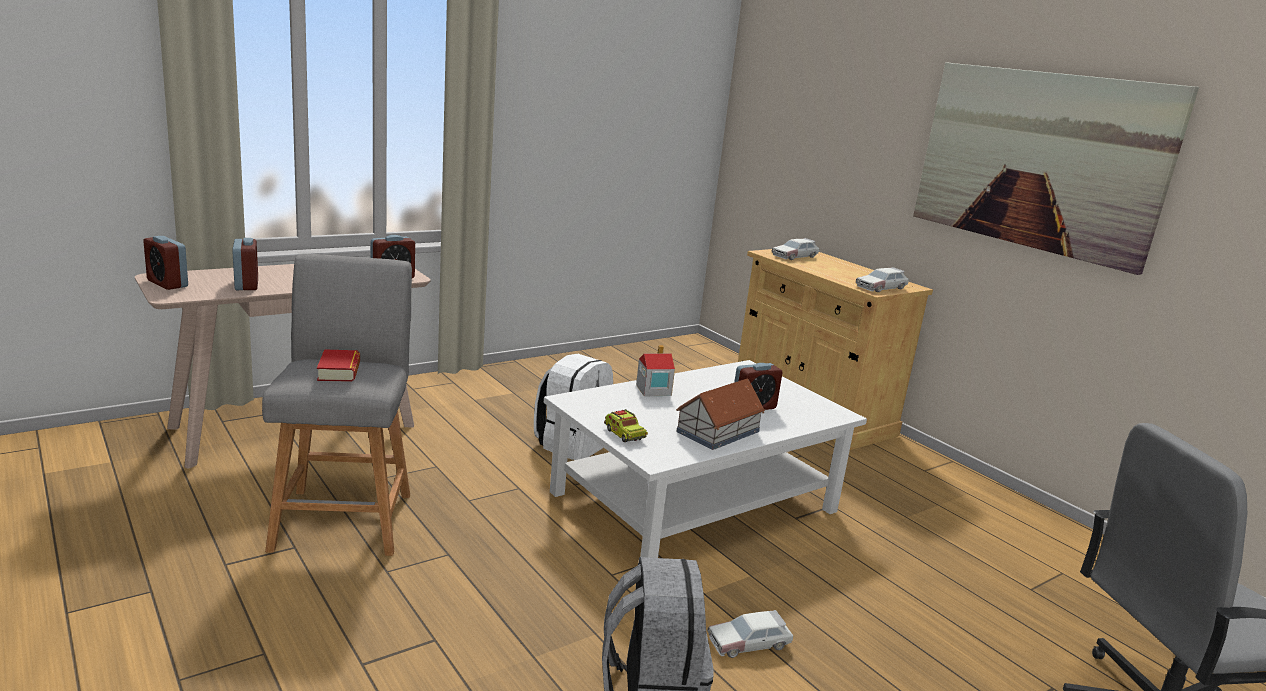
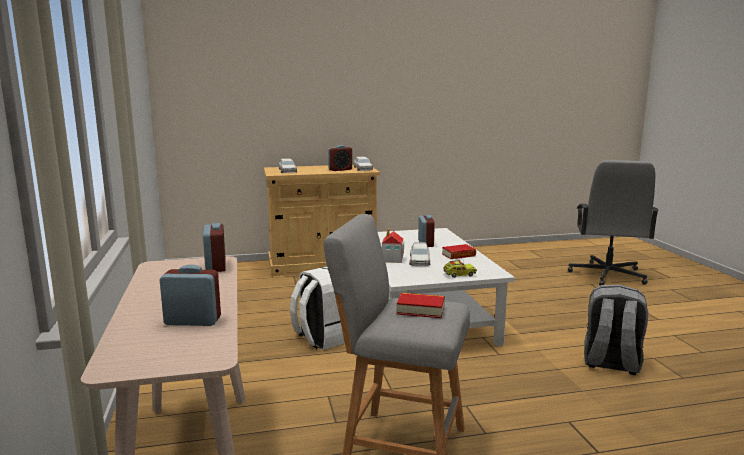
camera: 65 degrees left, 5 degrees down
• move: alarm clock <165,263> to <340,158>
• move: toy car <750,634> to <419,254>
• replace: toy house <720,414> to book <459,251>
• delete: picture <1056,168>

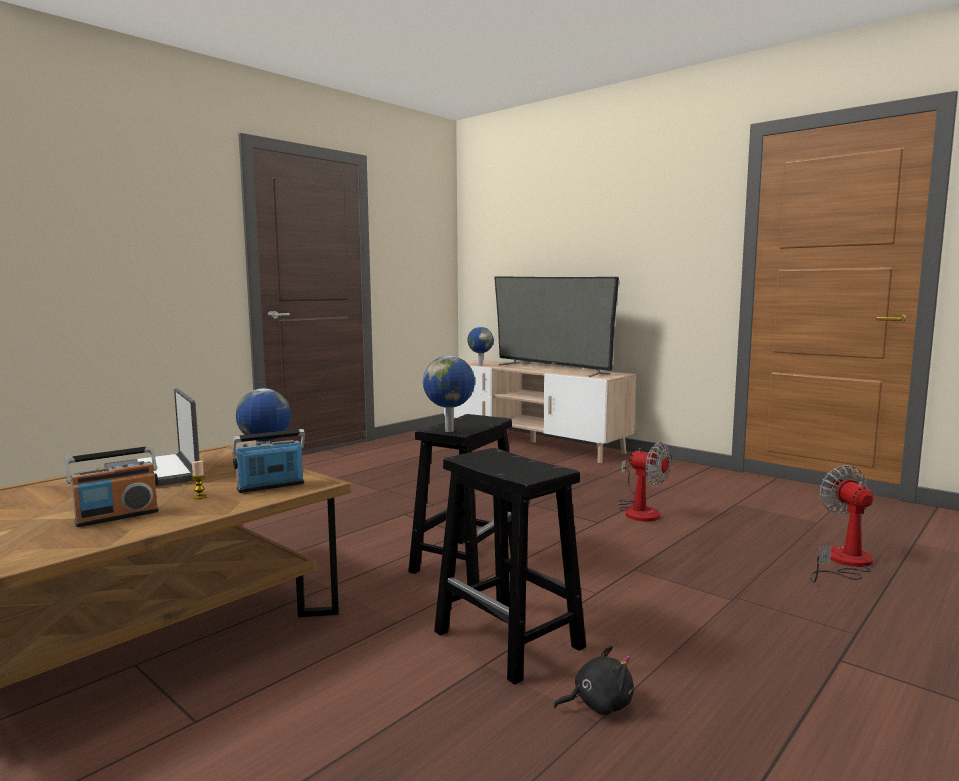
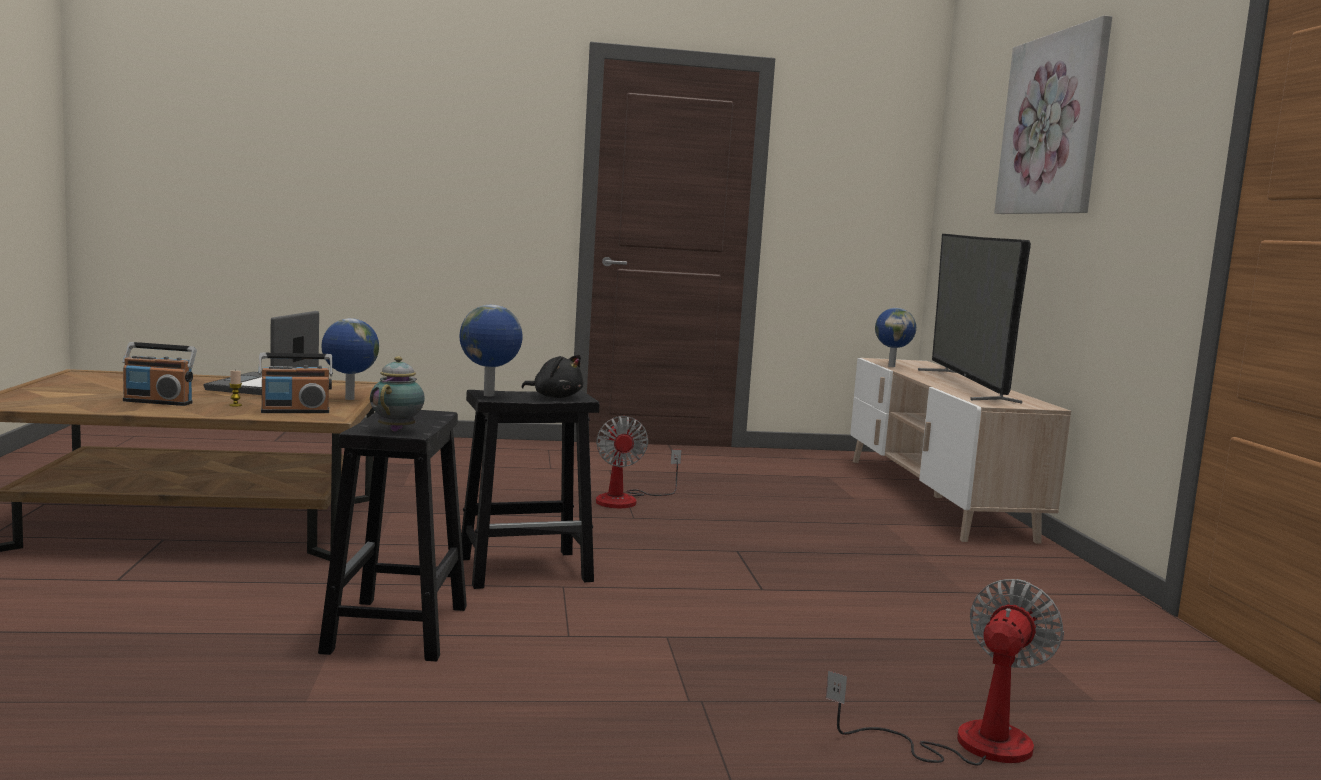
camera: 40 degrees right, 0 degrees up
• rotate: radio <268,461> = <295,383> 150 degrees clockwise
• insert: teapot <397,394>
• move: black plush toy <594,680> to <552,376>
• move: fan <644,482> to <639,462>
• insert: picture <1053,114>

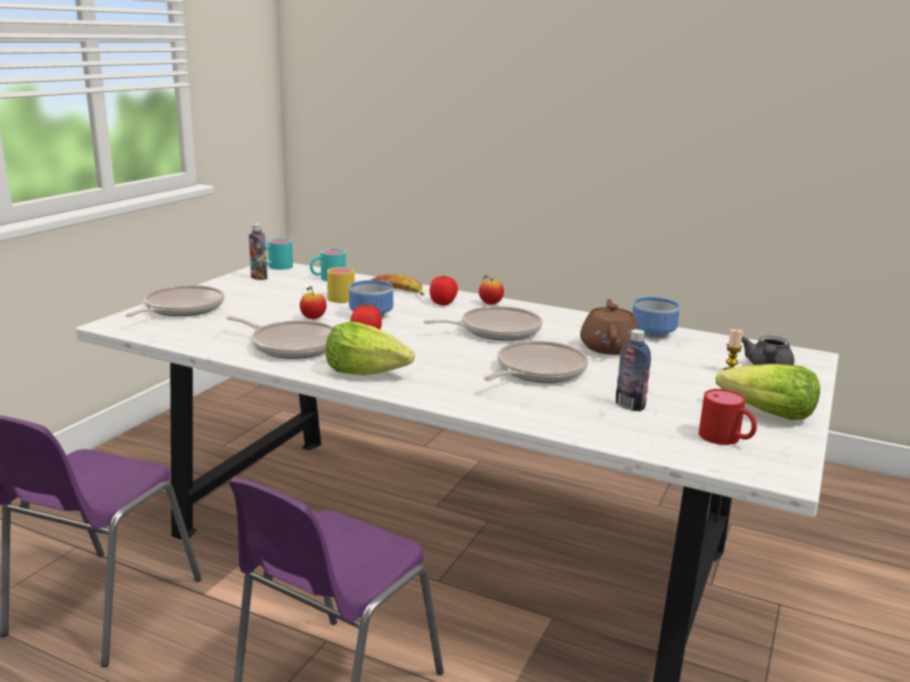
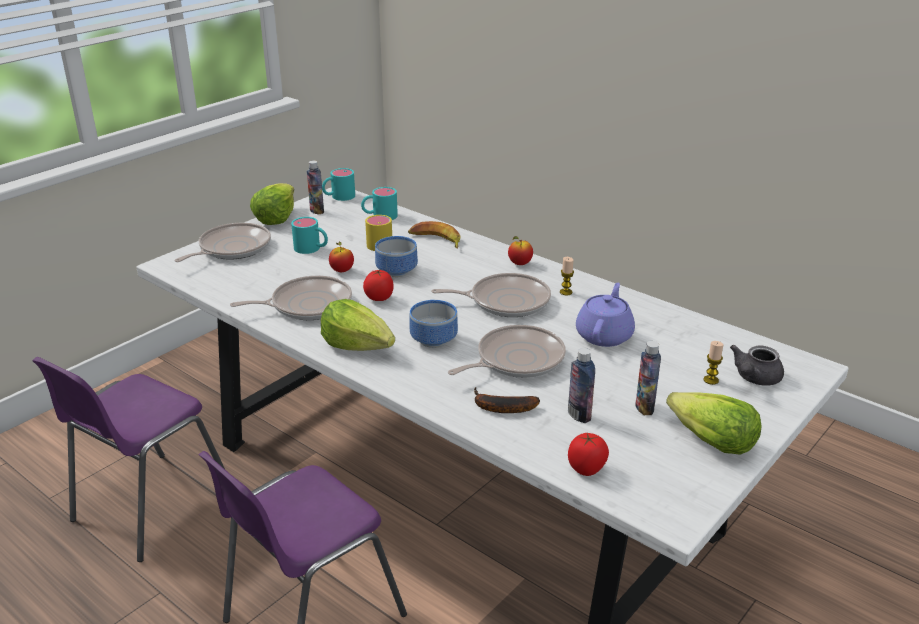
camera: 15 degrees right, 10 degrees up
• rotate: frying pan <280,337> = <291,298> 60 degrees counterclockwise
• insert: lettuce <272,204>
• insert: turquoise mug <309,235>
• move: bowl <656,318> to <434,324>
• insert: banana <507,400>
• insert: candle <567,276>
• move: tomato <444,290> to <588,454>
• recolor: brown teapot <609,327> to purple teapot <605,315>
• insert: bottle <648,378>
• delete: red mug <728,417>

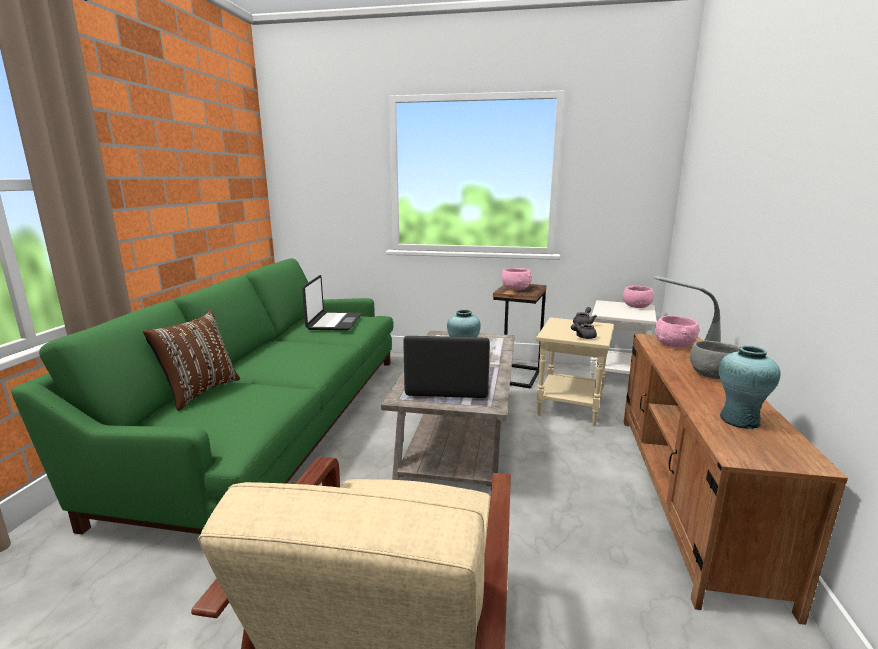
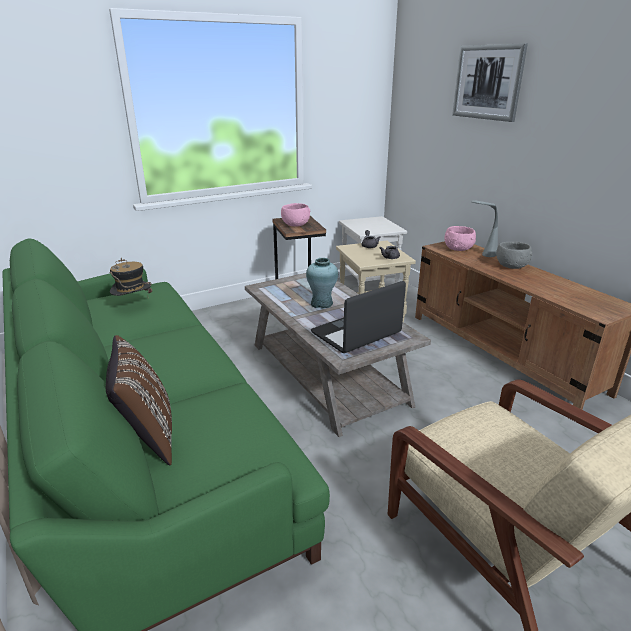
camera: 40 degrees left, 10 degrees up
• replace: laptop <331,303> to hat <130,277>
• insert: picture <490,82>
• delete: pink bowl <638,297>
• delete: turquoise vase <750,387>

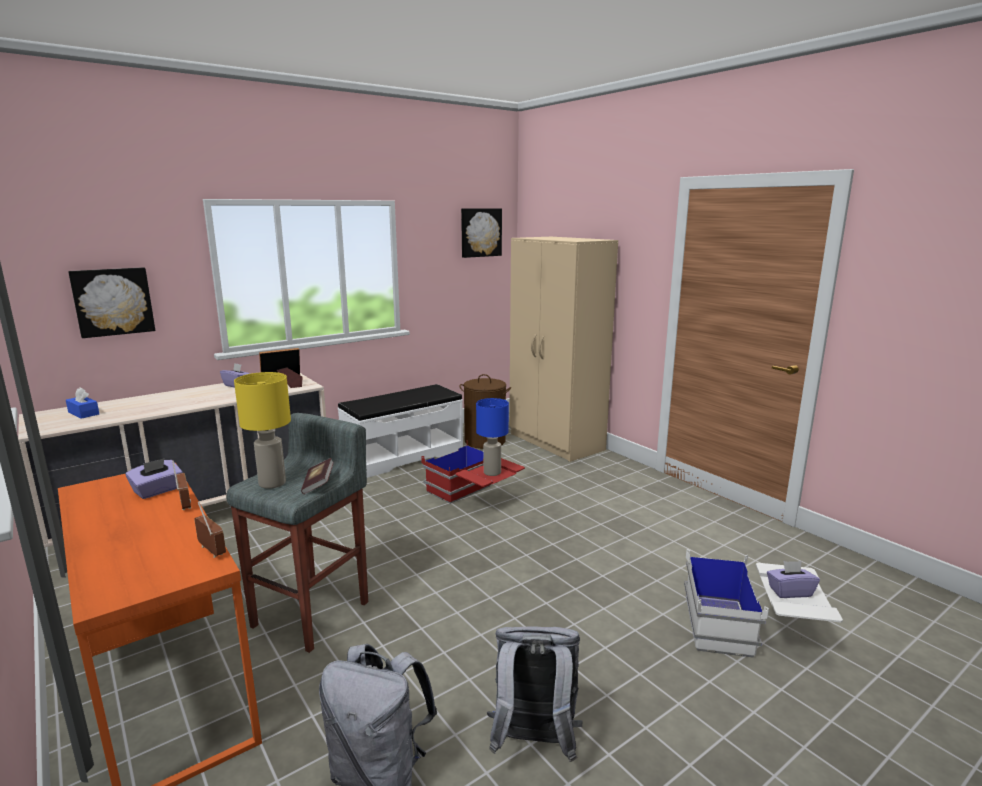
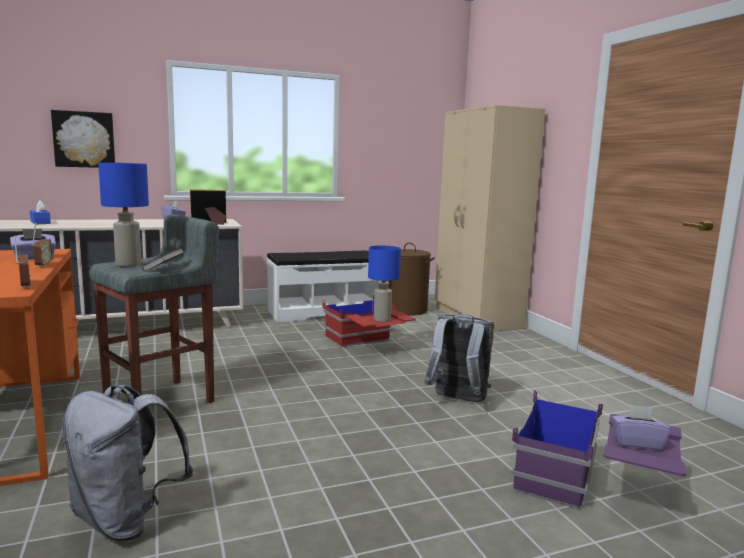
camera: 15 degrees right, 5 degrees down
• recolor: yellow table lamp <262,430> to blue table lamp <123,214>
• move: grey backpack <534,694> to <459,358>
• recolor: white storage box <763,603> to purple storage box <598,449>
• delete: picture <481,233>

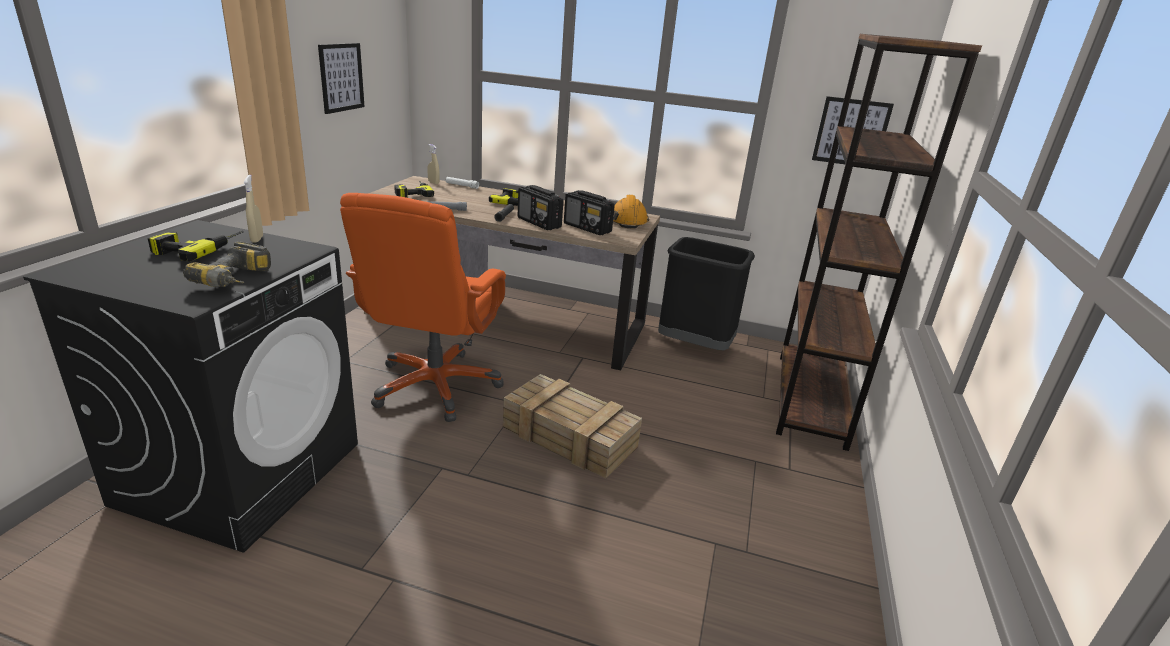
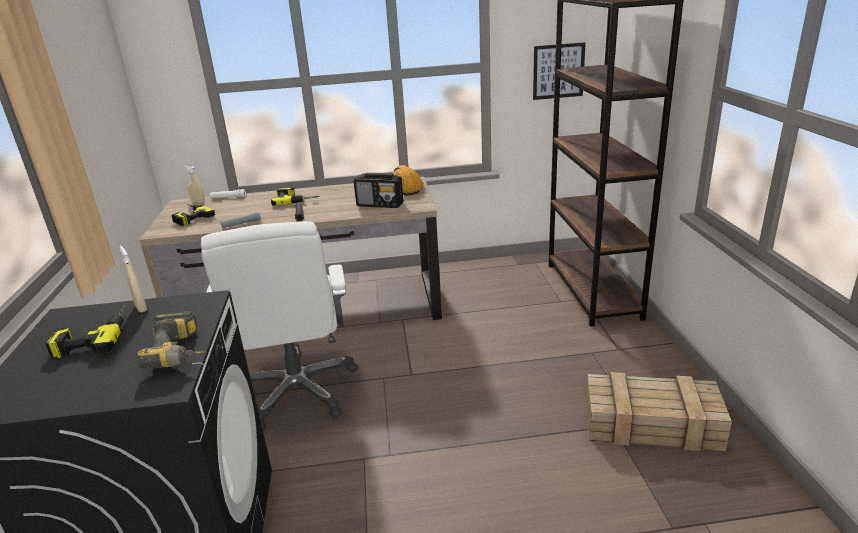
camera: 20 degrees left, 0 degrees up
• recolor: orange office chair <423,307> to white office chair <279,325>
• move: crate <572,426> to <659,411>
• delete: picture <341,78>
• delete: radio <540,207>
• delete: black trash can <706,293>

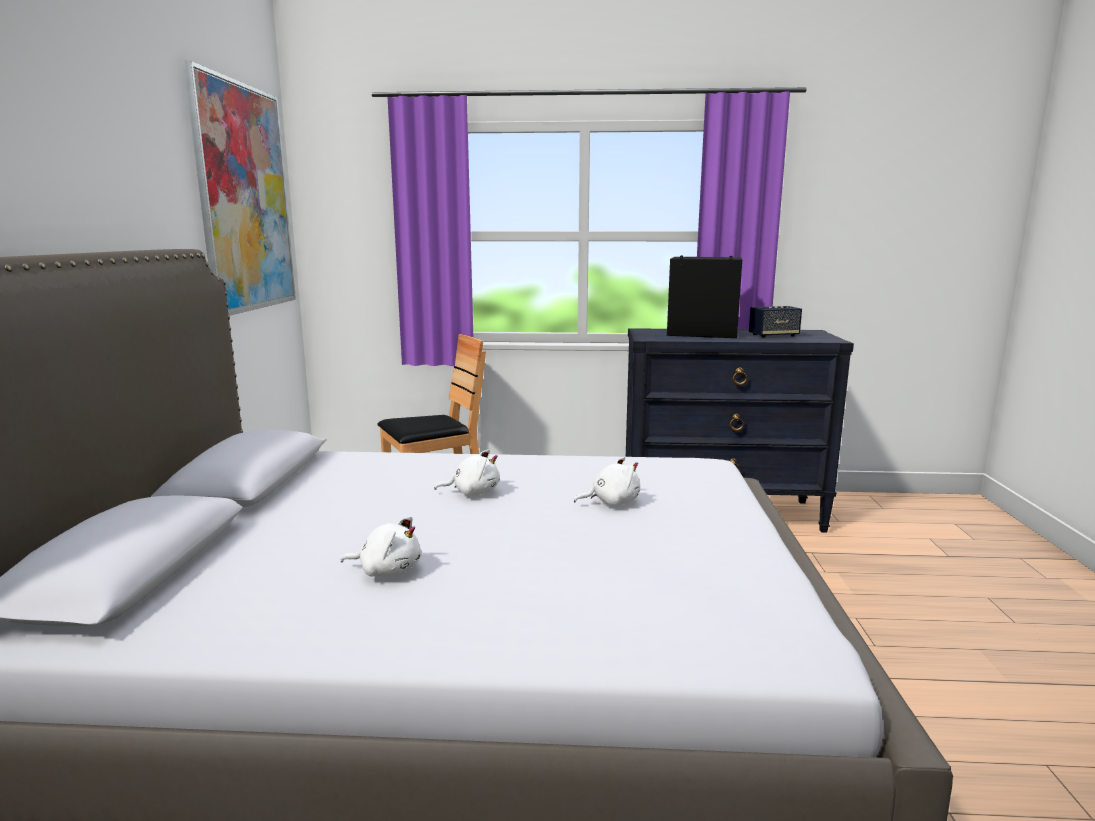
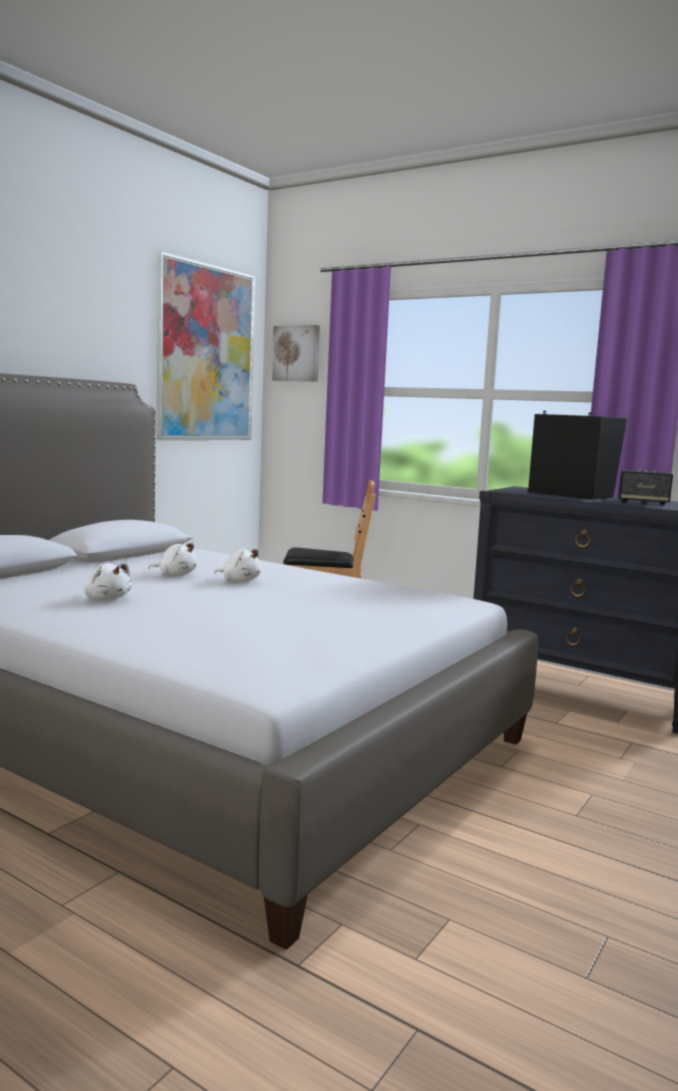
camera: 30 degrees right, 5 degrees down
• move: white plush toy <607,481> to <172,559>
• insert: picture <296,353>

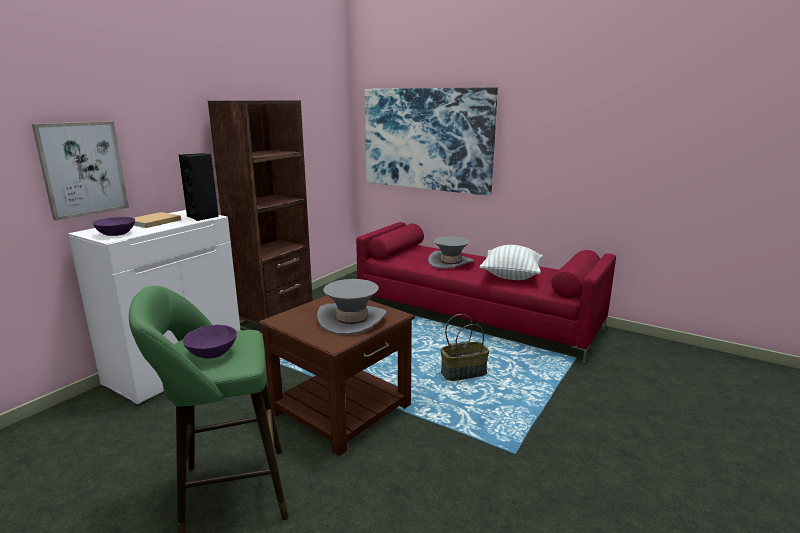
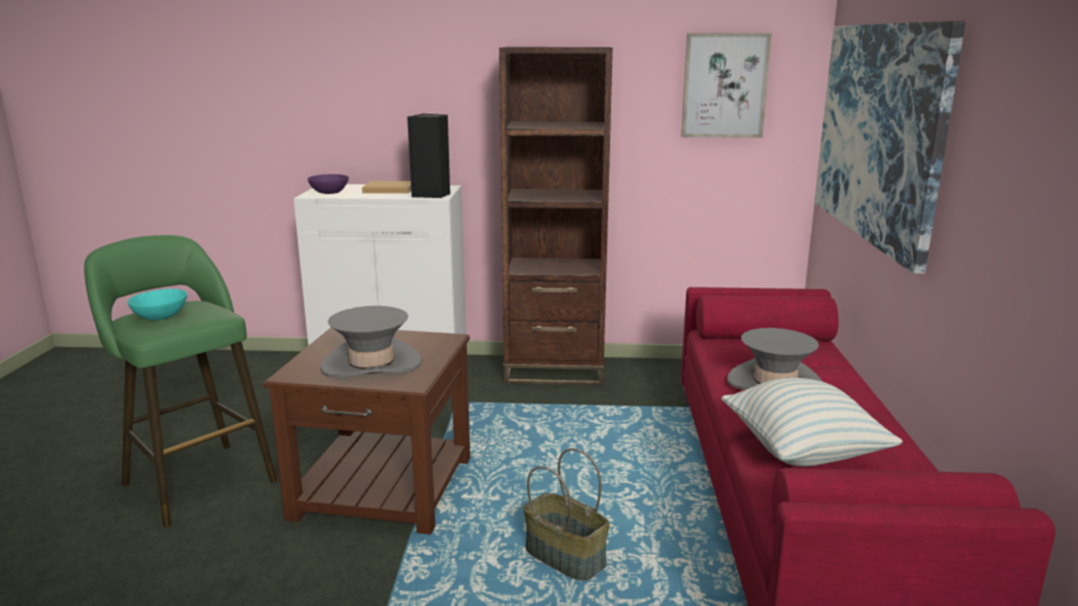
camera: 60 degrees right, 0 degrees up
• recolor: purple bowl <210,341> to turquoise bowl <157,304>
• move: picture <80,171> to <726,85>

